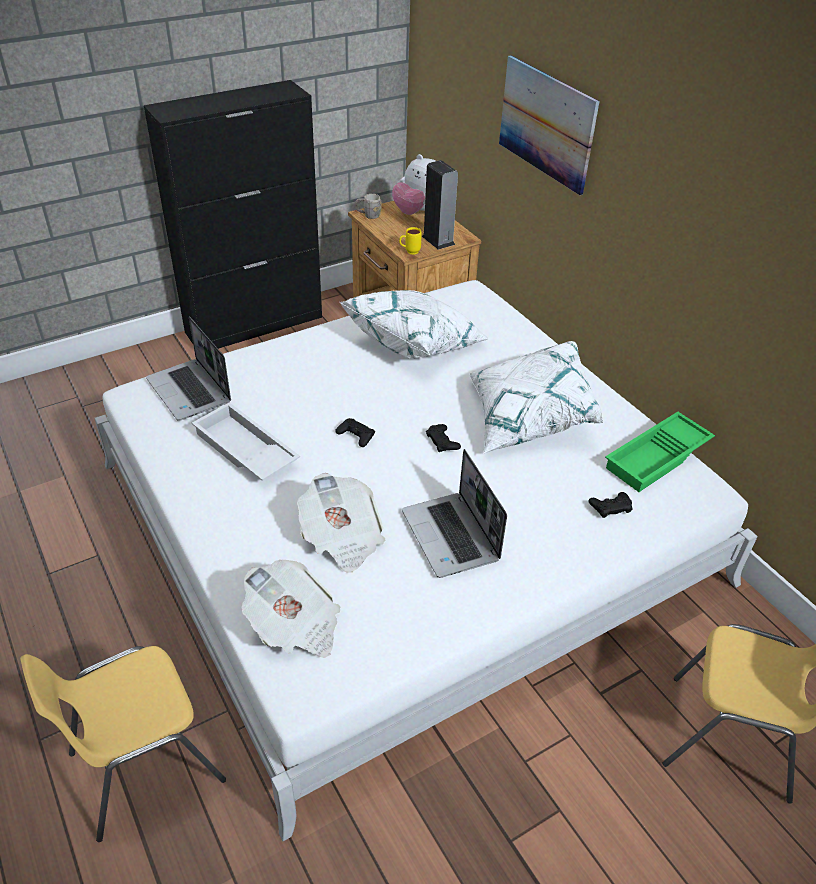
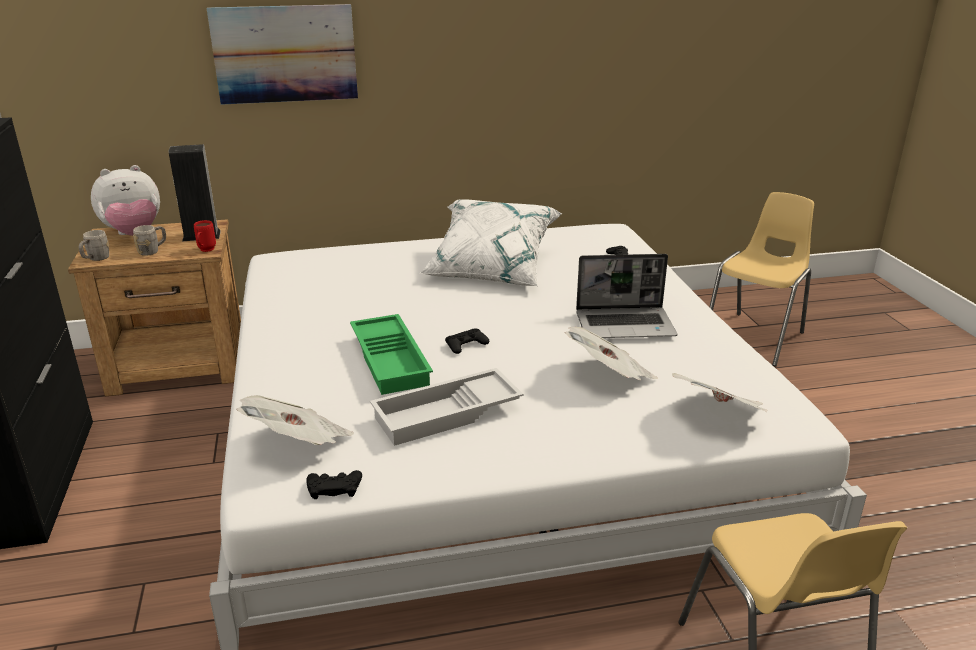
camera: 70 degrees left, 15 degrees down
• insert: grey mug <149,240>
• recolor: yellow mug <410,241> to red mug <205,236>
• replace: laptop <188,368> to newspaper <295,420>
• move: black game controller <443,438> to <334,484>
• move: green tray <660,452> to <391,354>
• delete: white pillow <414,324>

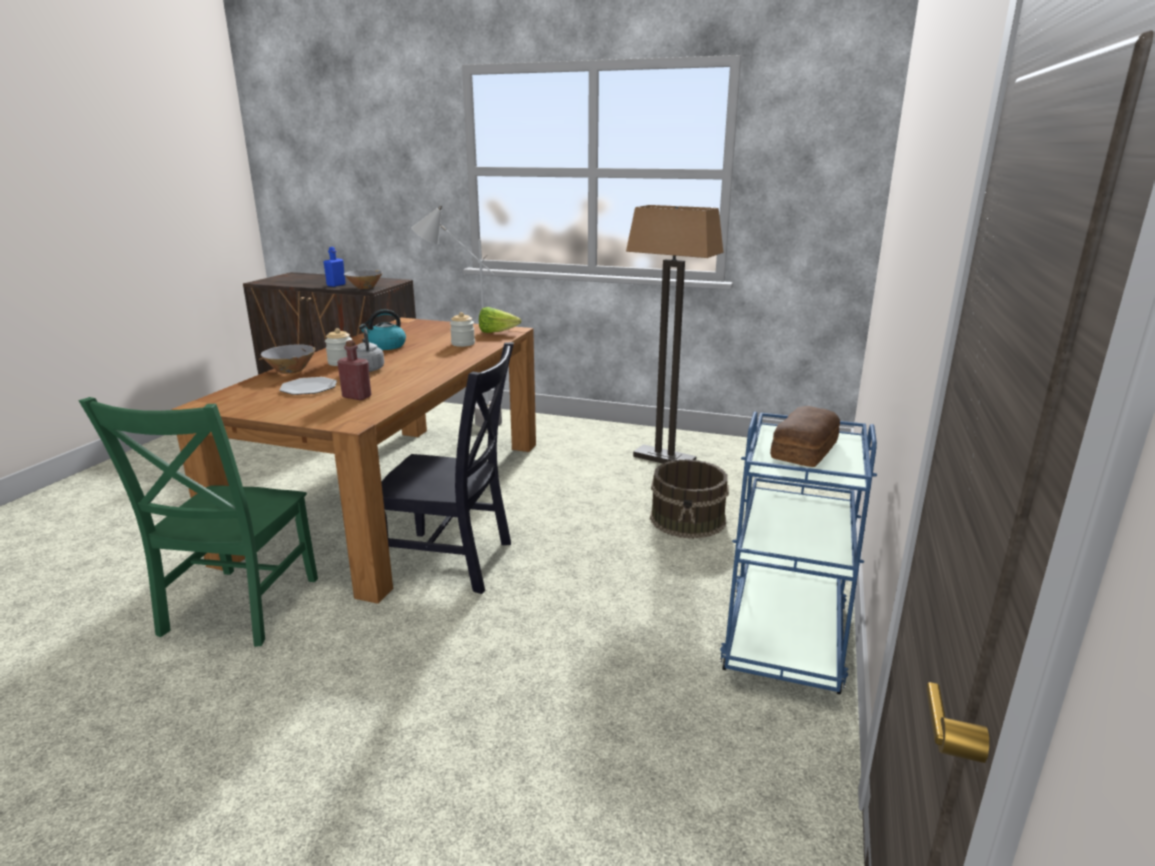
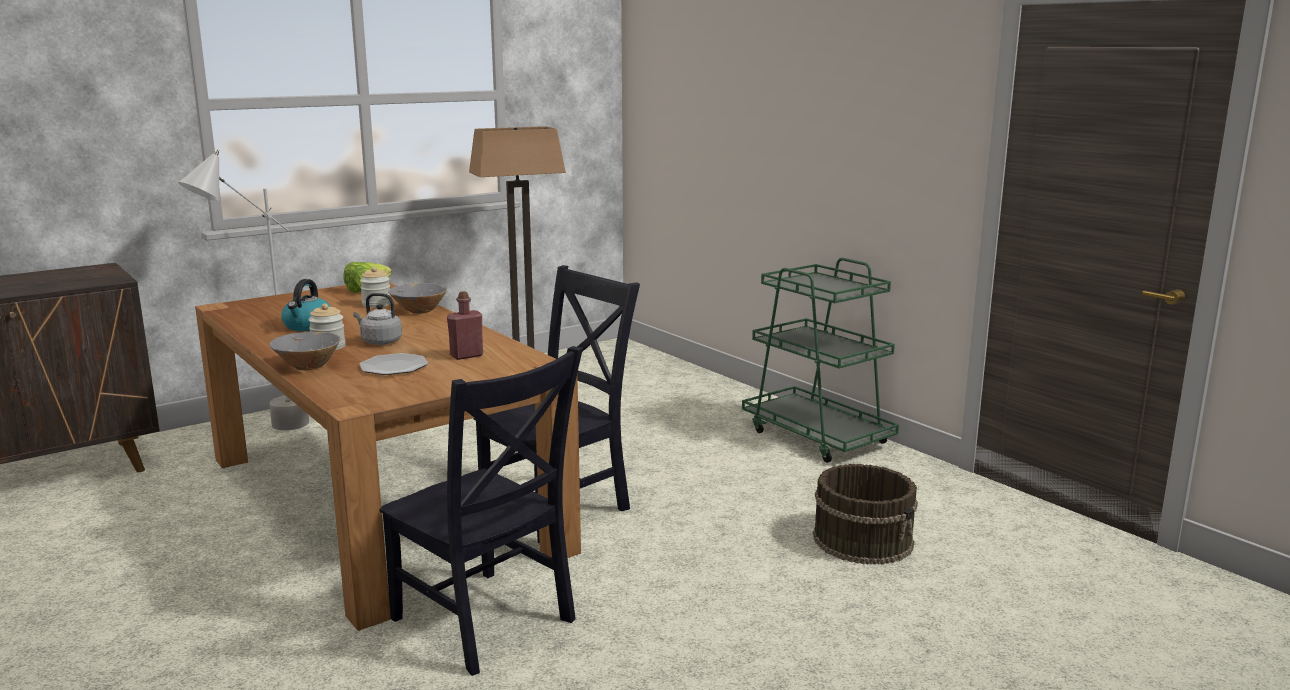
camera: 55 degrees left, 5 degrees down
• recolor: green chair <198,522> to black chair <481,511>
• move: grey bowl <363,279> to <417,298>
• recolor: blue cart <798,553> to green cart <820,360>
• move: brown bucket <689,499> to <865,514>
• delete: blue bottle <334,267>
• delete: bread <805,436>

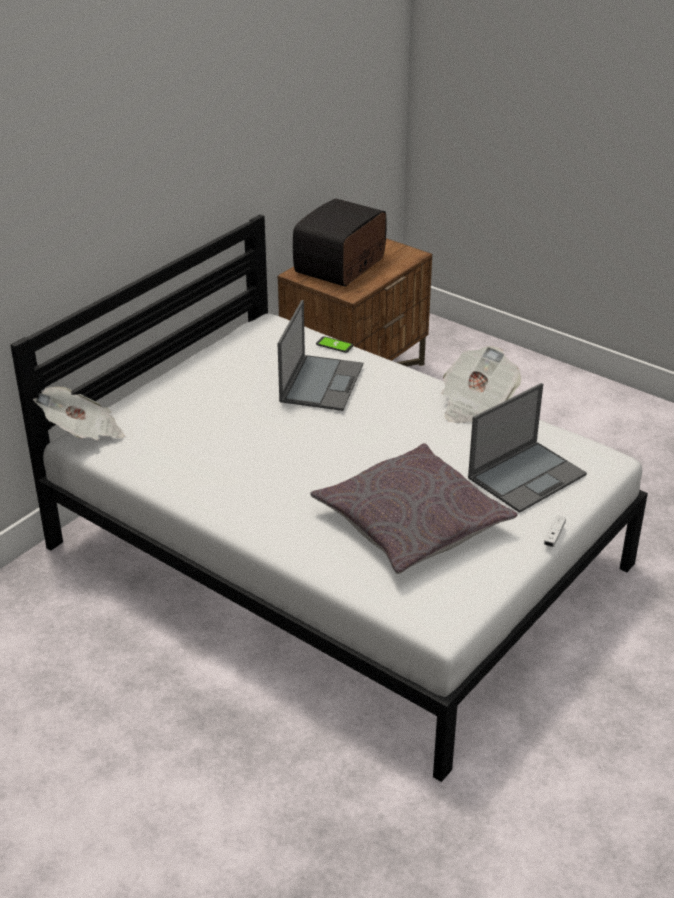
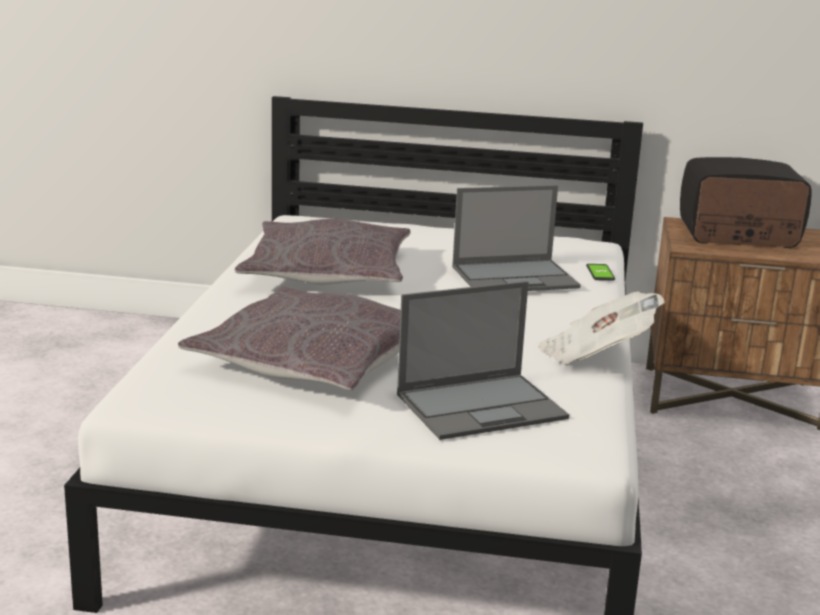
camera: 60 degrees right, 15 degrees down
• insert: grey pillow <323,251>
• rotate: laptop <527,448> = <483,360> 45 degrees counterclockwise
• delete: newspaper <79,413>
• delete: white game controller <555,531>

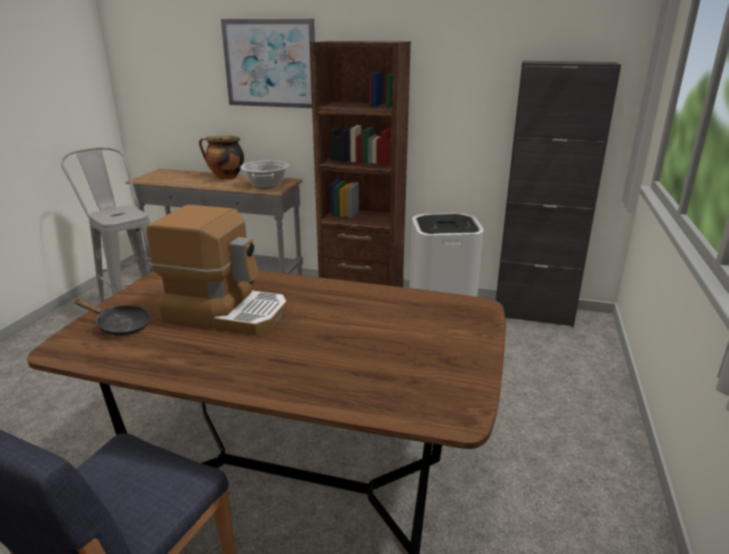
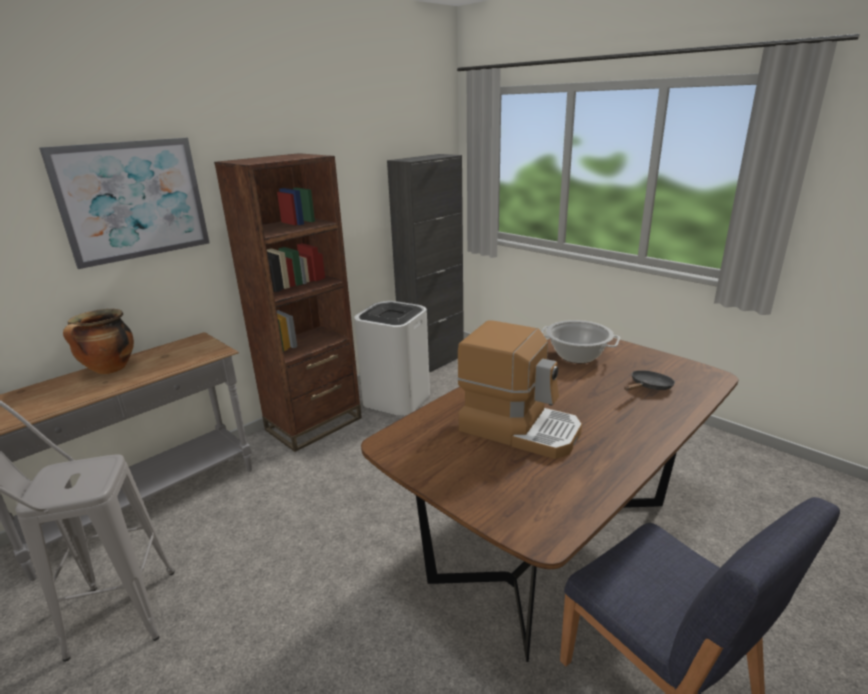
camera: 60 degrees left, 0 degrees up
• rotate: coffee machine <217,270> = <519,389> 75 degrees clockwise
• move: cooking pot <264,174> to <580,341>
• move: black frying pan <112,317> to <649,380>

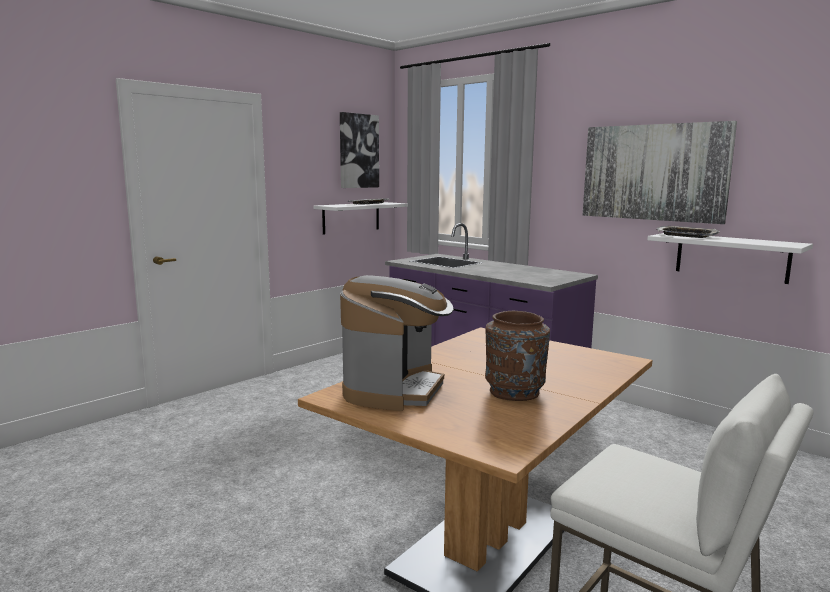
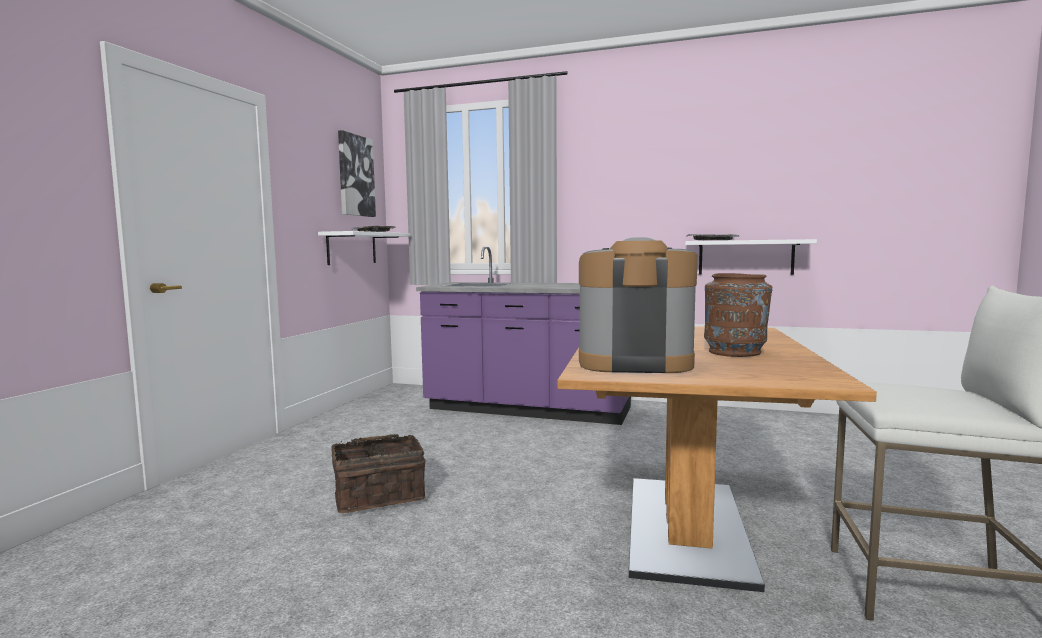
camera: 25 degrees left, 5 degrees down
• insert: basket <378,473>
• rotate: coffee machine <397,343> = <638,305> 75 degrees counterclockwise
• delete: picture <660,172>

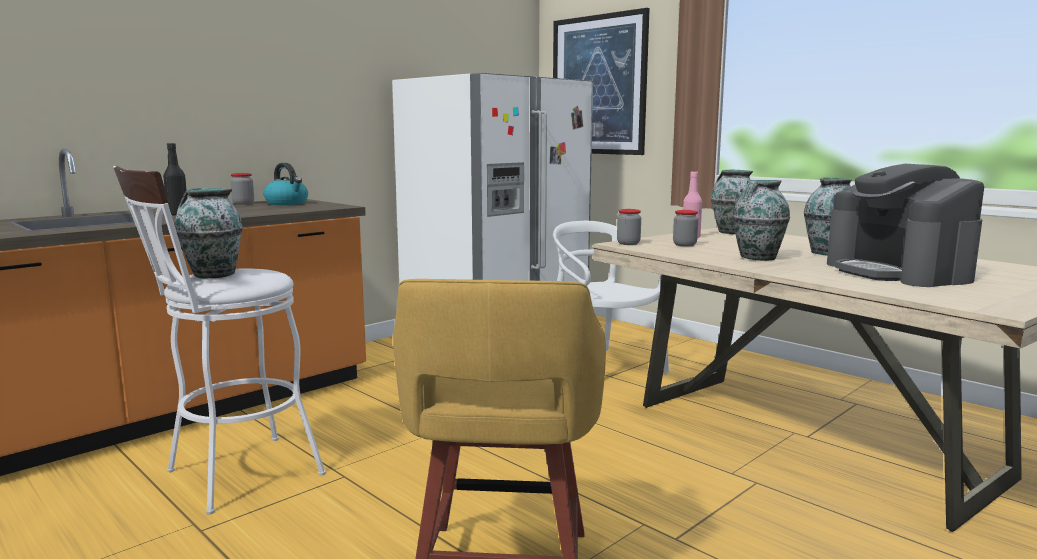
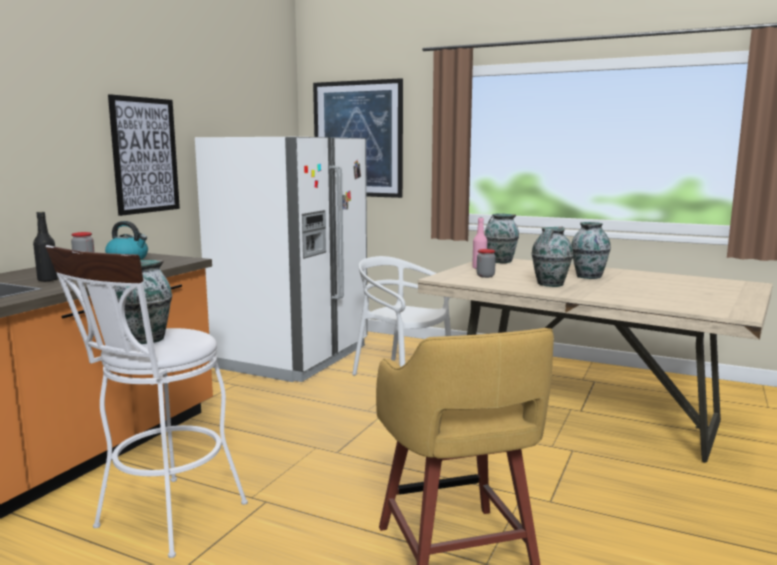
camera: 20 degrees left, 0 degrees up
• insert: picture <144,155>
• delete: jar <629,227>
• delete: coffee machine <905,225>

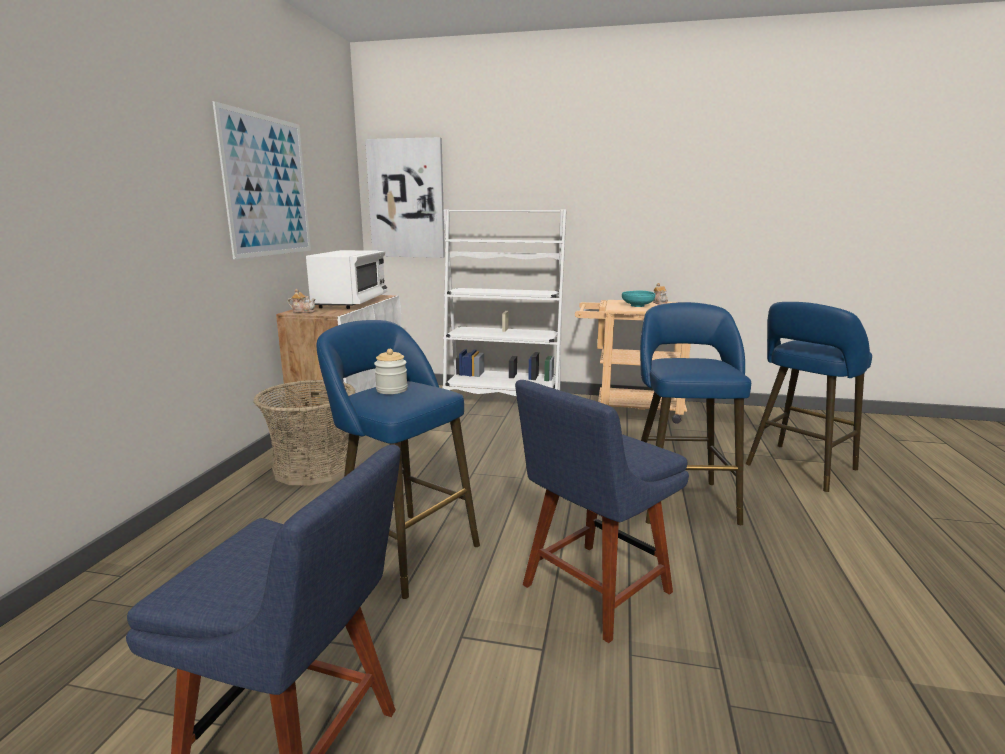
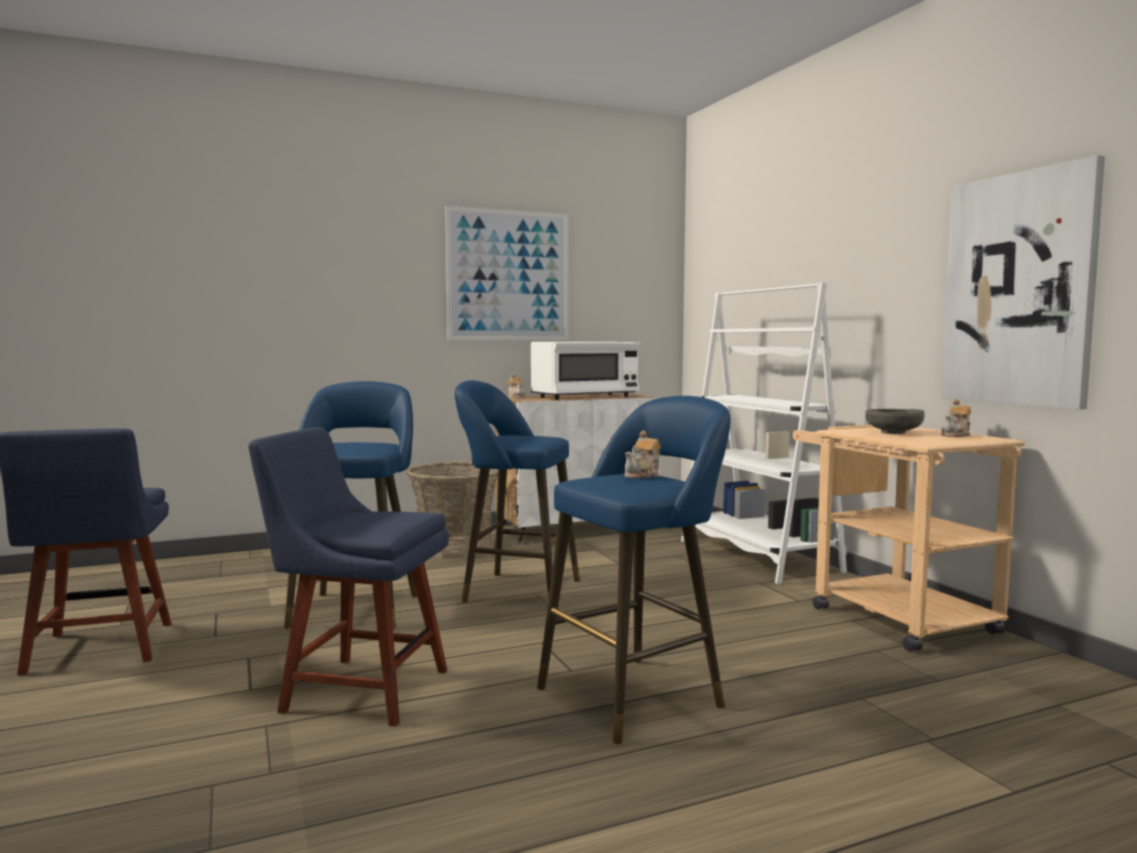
camera: 55 degrees right, 10 degrees down
• move: blue stool <809,397> to <517,491>
• insert: teapot <642,455>
• recolor: turquoise bowl <638,299> to grey bowl <894,421>
• move: picture <405,197> to <1023,282>
• delete: jar <391,371>

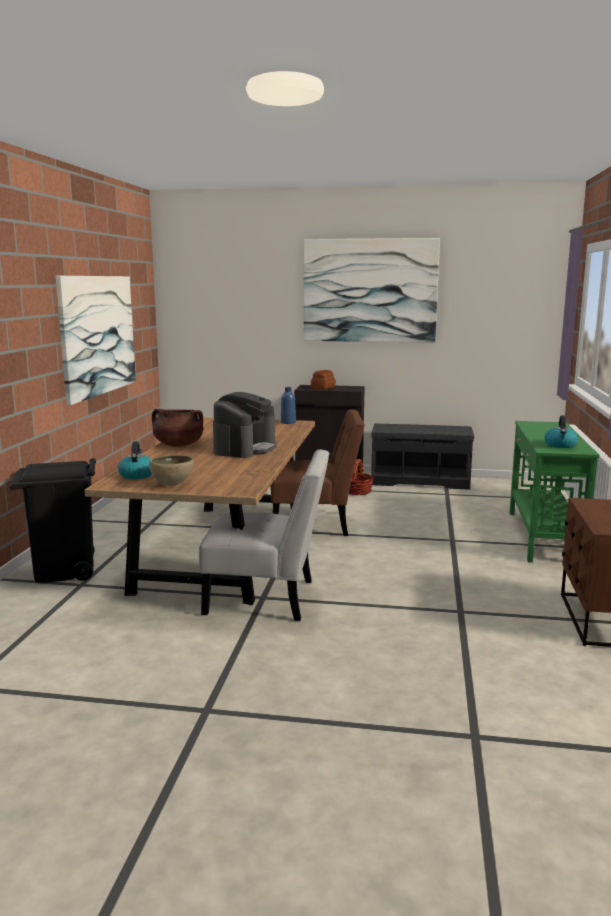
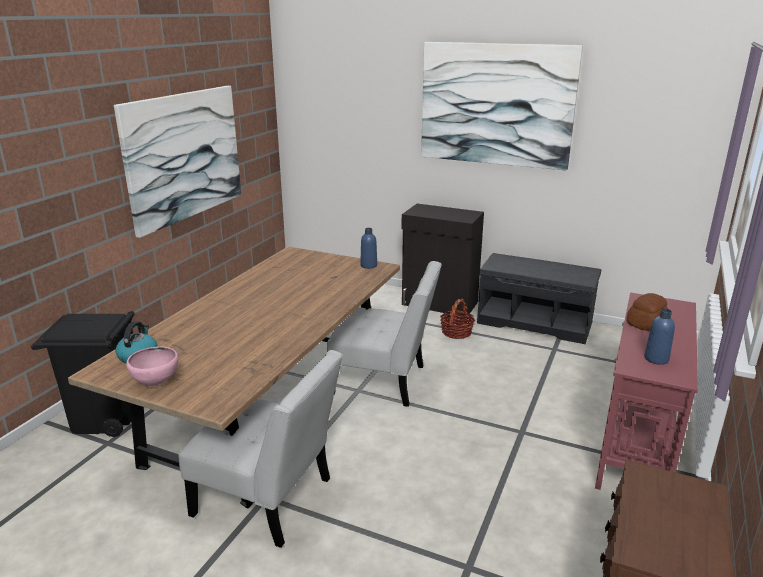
camera: 15 degrees right, 10 degrees up
• recolor: brown bowl <171,470> to pink bowl <152,366>
• recolor: brown chair <317,472> to white chair <384,334>
• recolor: green console table <554,492> to red console table <646,391>
• move: bread <323,380> to <647,312>
• replace: kettle <561,431> to blue bottle <659,337>
• delete: brown cooking pot <177,428>
• delete: coffee machine <245,425>

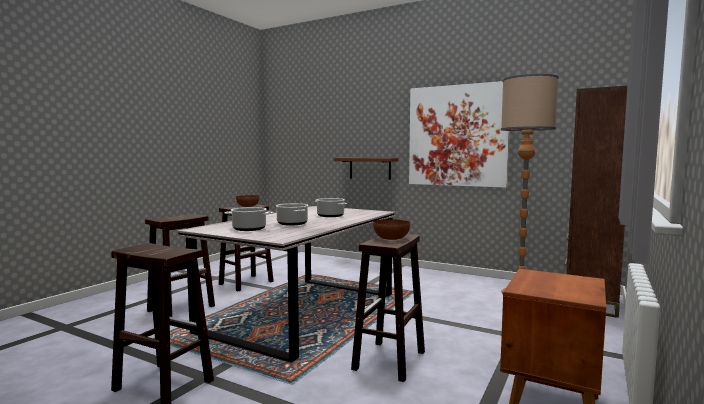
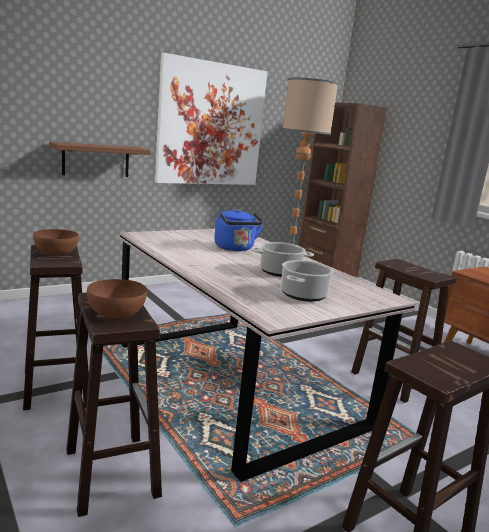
camera: 65 degrees left, 10 degrees up
• move: brown bowl <391,229> to <117,298>
• replace: cooking pot <331,207> to blue kettle <238,230>

